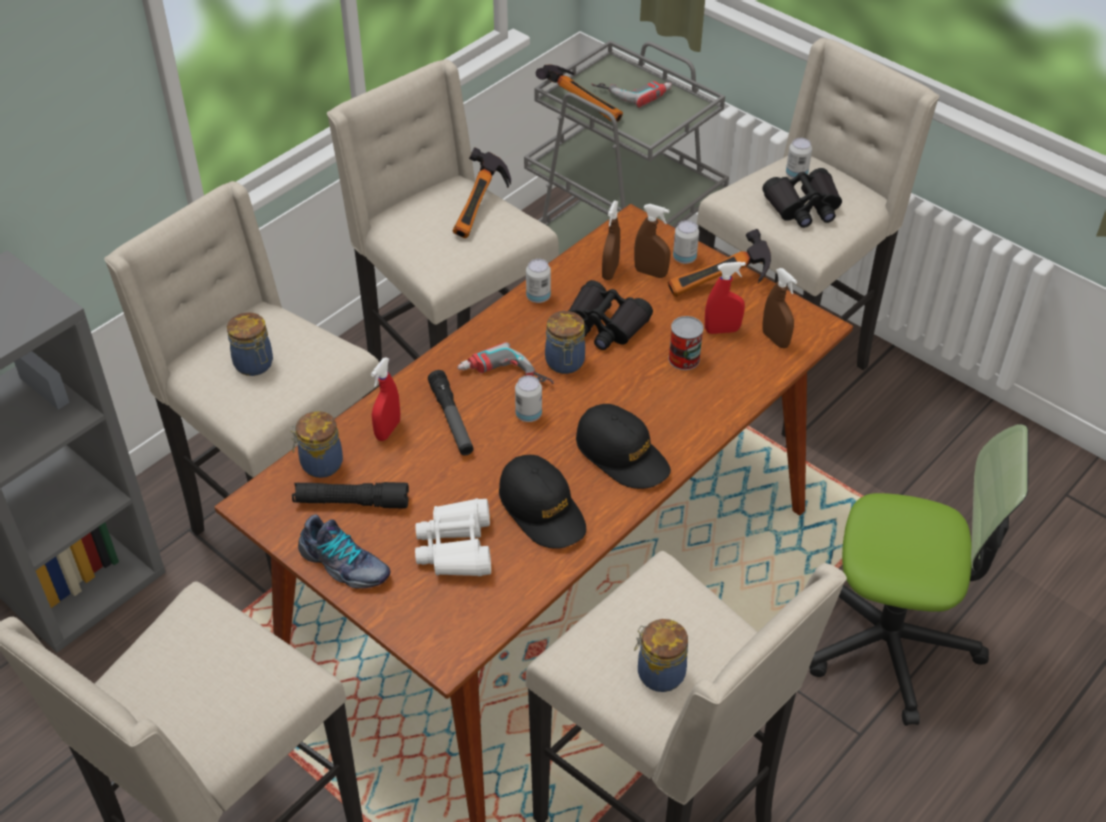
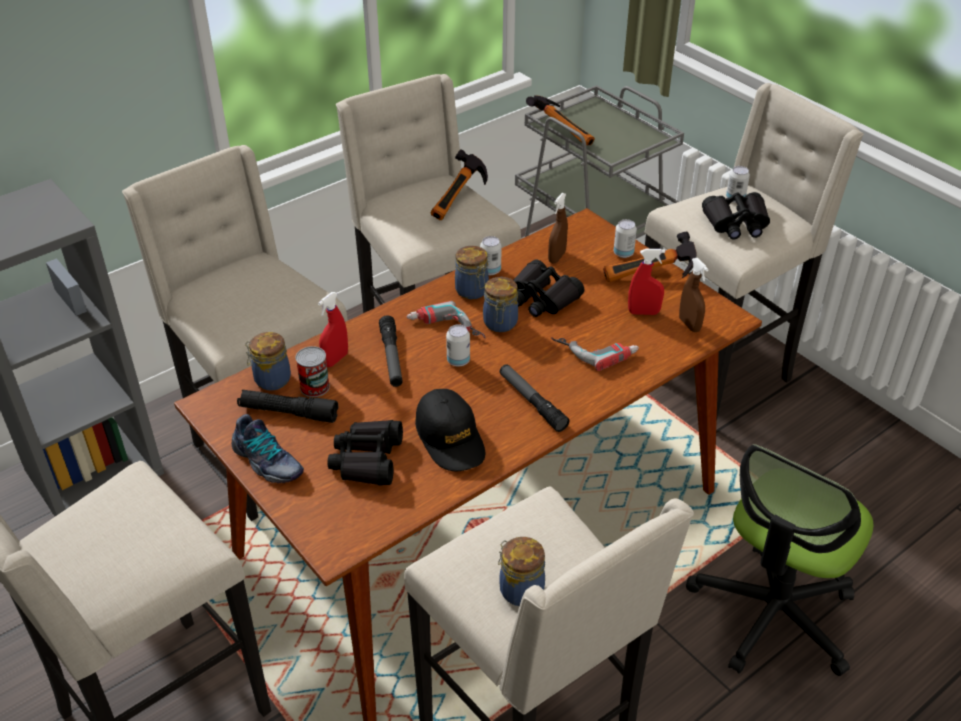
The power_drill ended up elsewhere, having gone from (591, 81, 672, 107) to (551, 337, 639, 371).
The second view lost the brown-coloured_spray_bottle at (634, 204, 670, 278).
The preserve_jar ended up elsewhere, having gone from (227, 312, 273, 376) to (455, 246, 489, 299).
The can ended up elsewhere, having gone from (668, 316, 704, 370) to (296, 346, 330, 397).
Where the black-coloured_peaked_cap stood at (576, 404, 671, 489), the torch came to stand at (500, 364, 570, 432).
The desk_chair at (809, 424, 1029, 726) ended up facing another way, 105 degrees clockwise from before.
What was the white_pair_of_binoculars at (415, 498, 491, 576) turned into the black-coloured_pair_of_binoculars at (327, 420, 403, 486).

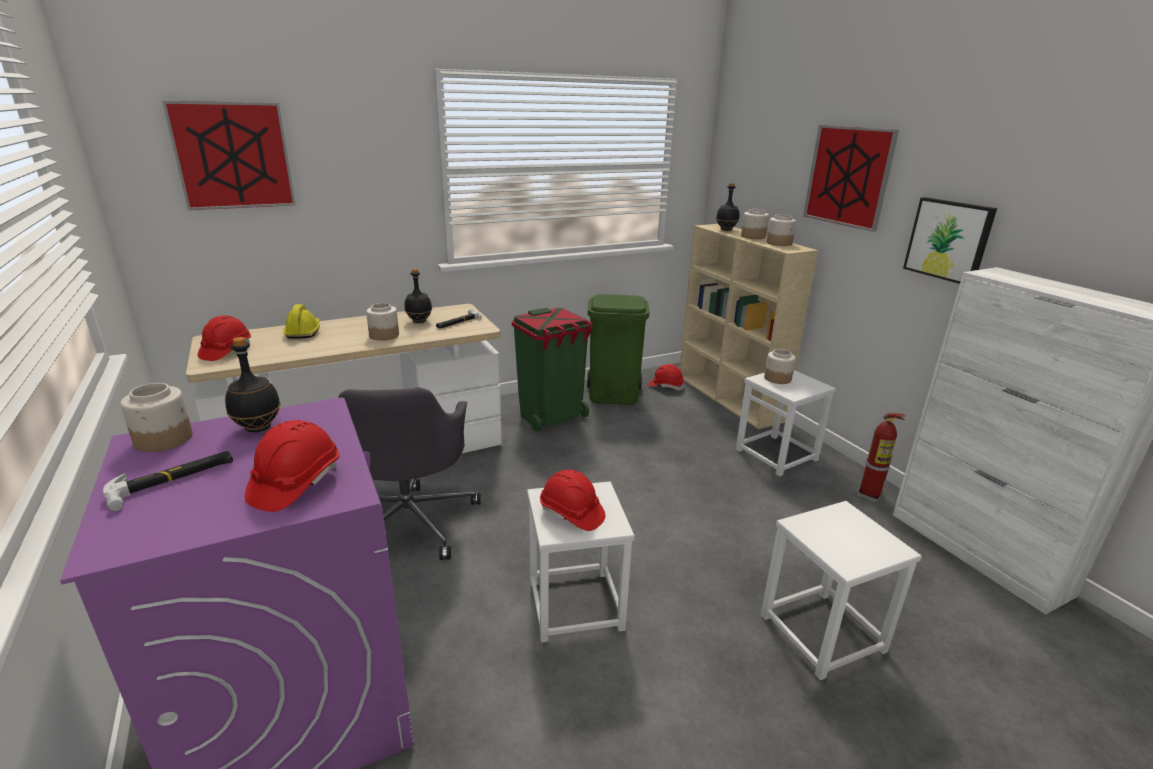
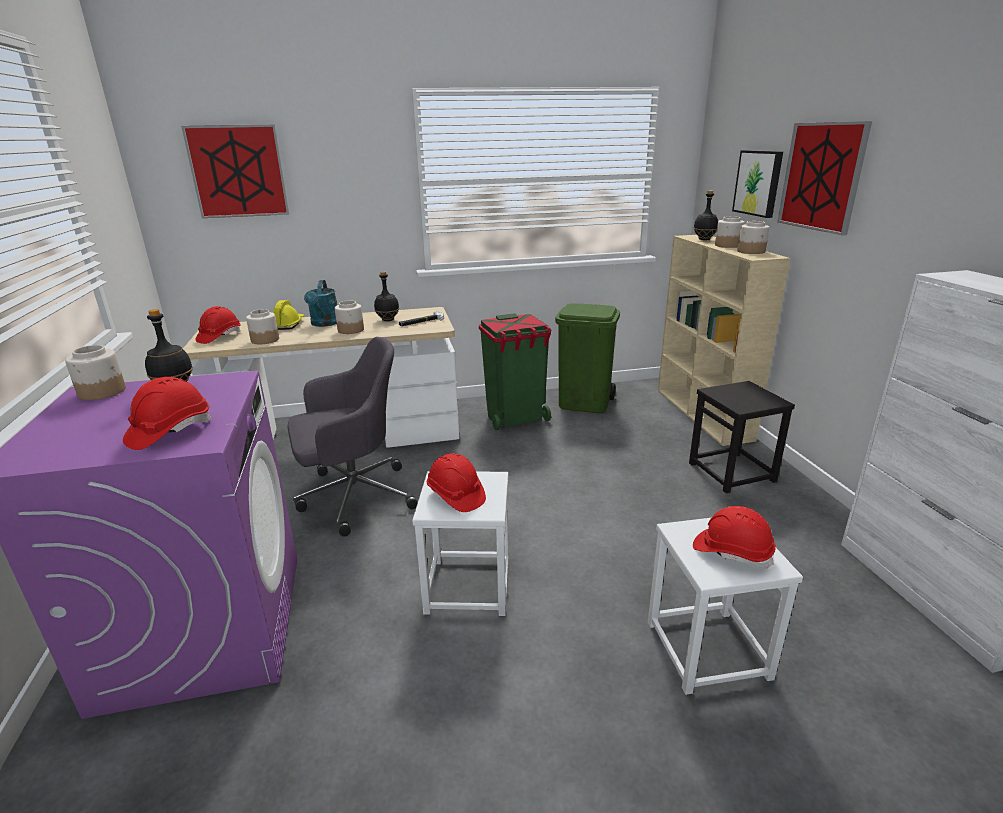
The wall_picture ended up elsewhere, having gone from (903, 197, 997, 284) to (732, 150, 783, 218).
The preserve_jar ended up elsewhere, having gone from (764, 349, 796, 384) to (246, 309, 279, 344).
The reddish_work_helmet ended up elsewhere, having gone from (649, 364, 684, 390) to (693, 506, 775, 569).
What was the white_sitting_stool at (736, 370, 836, 476) turned into the black-coloured_sitting_stool at (689, 381, 795, 493).
The gray_desk_chair at (338, 388, 481, 560) ended up facing another way, 120 degrees counterclockwise from before.
The second view lost the fire_extinguisher at (856, 413, 906, 503).
The second view lost the hammer at (103, 451, 233, 511).
The second view gained the turquoise-coloured_watering_can at (304, 280, 337, 327).

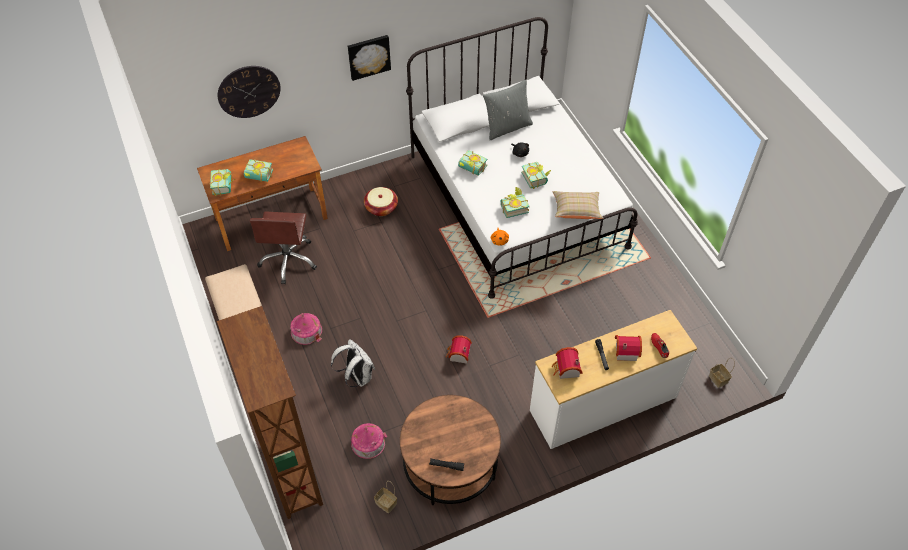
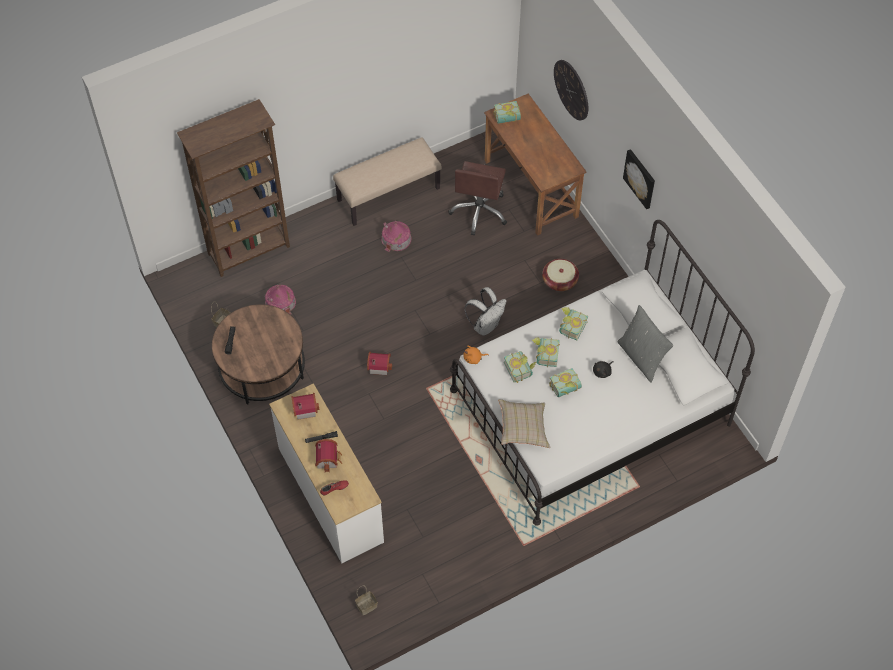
The bound_book ended up elsewhere, having gone from (244, 159, 273, 182) to (532, 337, 560, 367).
The brown-coloured_desk_chair at (250, 211, 317, 284) ended up facing another way, 75 degrees counterclockwise from before.
The white_backpack ended up elsewhere, having gone from (331, 339, 375, 387) to (464, 287, 507, 336).

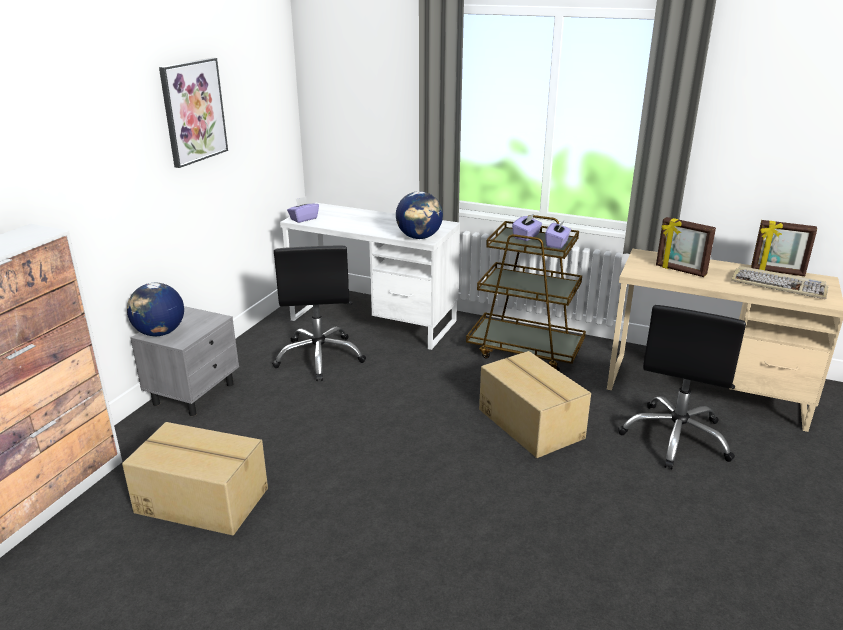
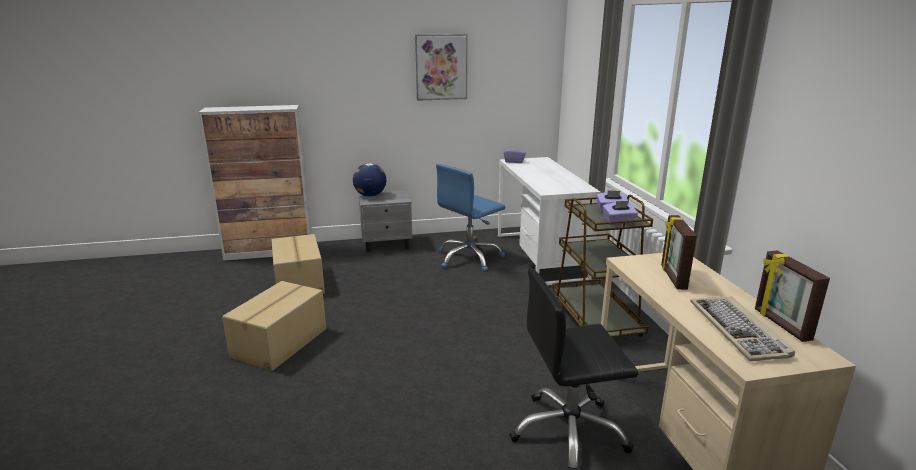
The second view lost the desk_globe at (396, 191, 443, 239).
What was the black-coloured_desk_chair at (272, 246, 366, 381) turned into the blue-coloured_desk_chair at (436, 163, 505, 272).
The cardboard_box ended up elsewhere, having gone from (479, 351, 591, 458) to (222, 281, 326, 371).

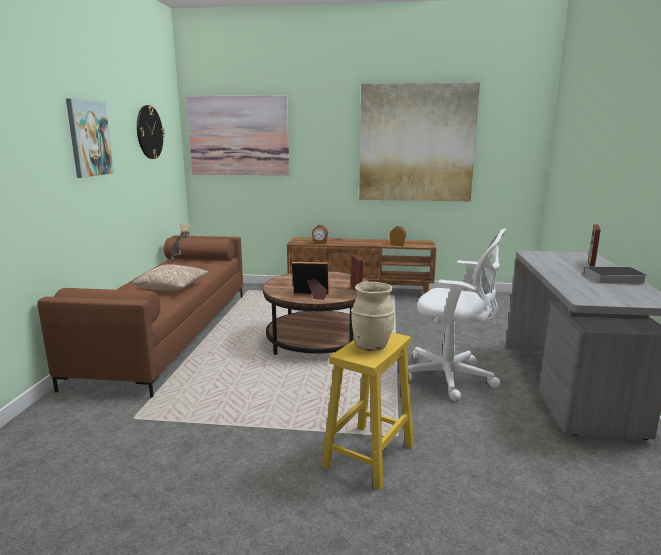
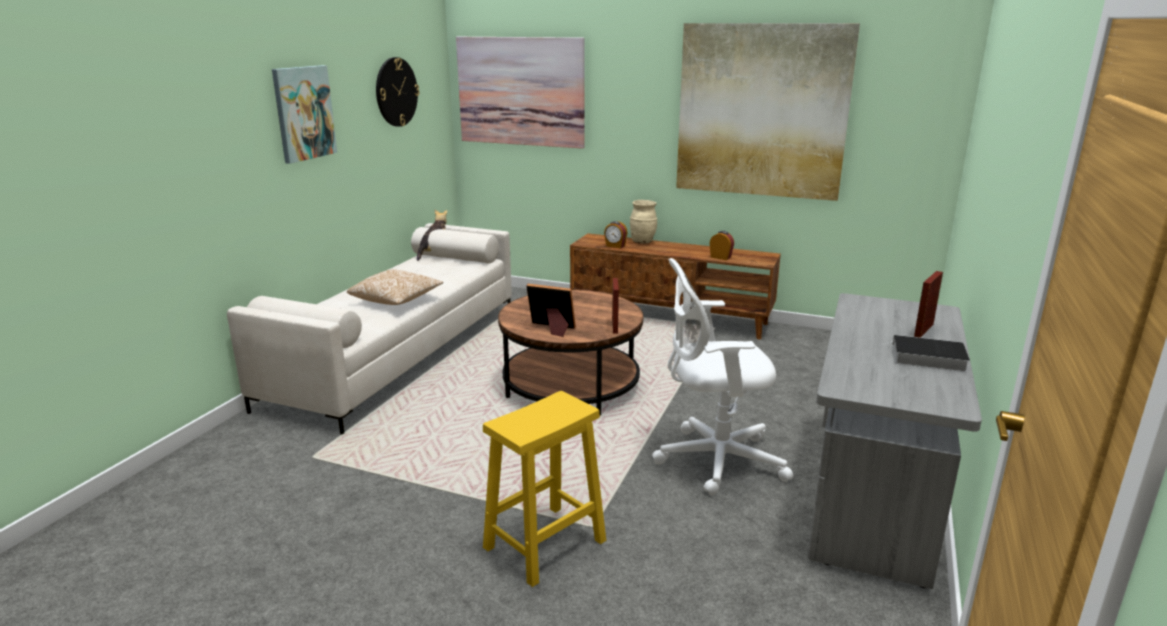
The white_desk_chair at (408, 228, 507, 401) ended up facing another way, 135 degrees clockwise from before.
What was the brown-coloured_couch at (37, 235, 243, 398) turned into the white_couch at (227, 223, 512, 435).
The beige_decorative_vase ended up elsewhere, having gone from (351, 282, 394, 351) to (630, 200, 657, 244).

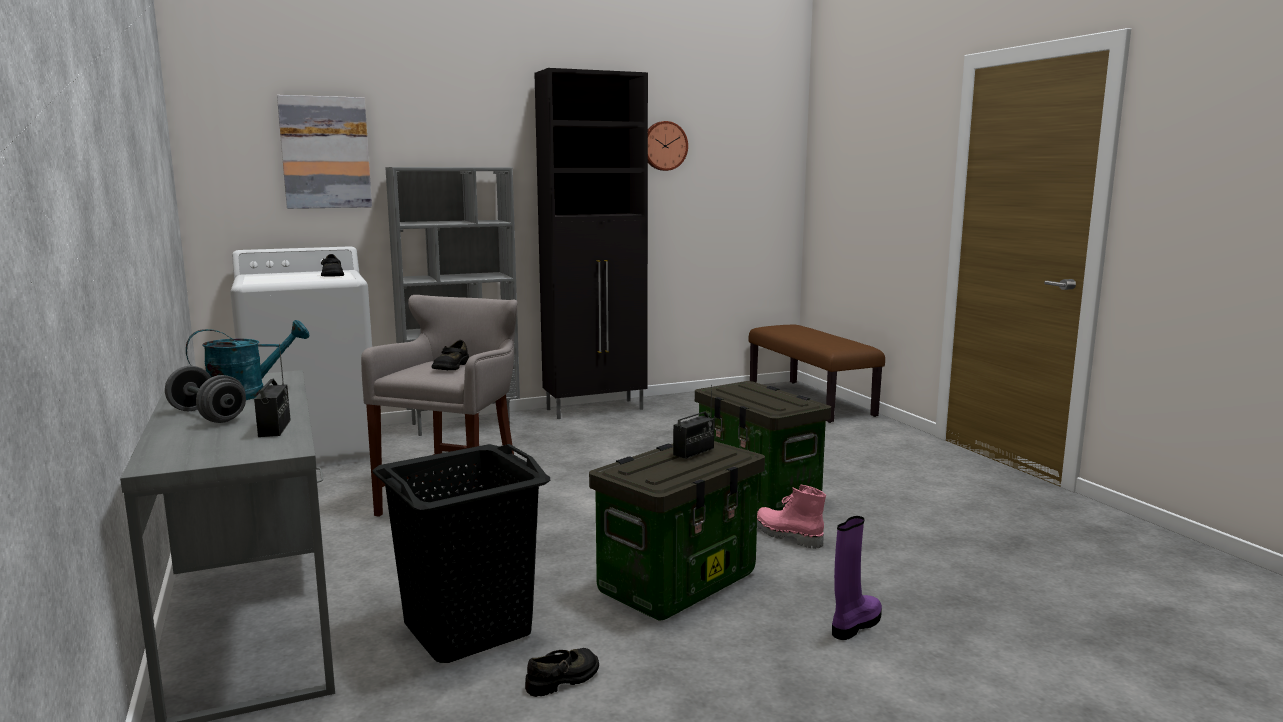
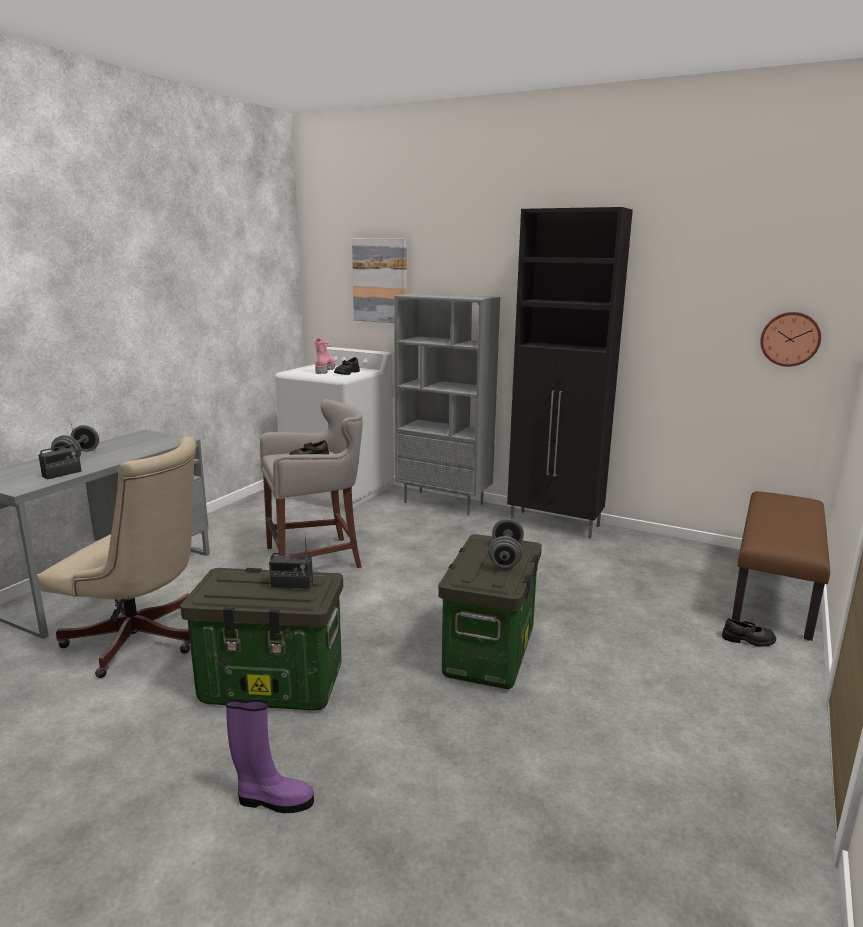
The wall_clock ended up elsewhere, having gone from (648, 121, 688, 171) to (760, 312, 821, 367).
The second view lost the turquoise-coloured_watering_can at (186, 320, 309, 400).
Where the black-coloured_washing_basket stood at (373, 444, 550, 663), the beige_desk_chair came to stand at (37, 437, 197, 678).
The pinkish_boot ended up elsewhere, having gone from (757, 485, 826, 549) to (314, 338, 335, 374).
The black-coloured_shoe ended up elsewhere, having gone from (525, 648, 599, 697) to (722, 618, 776, 647).
The second view gained the gray_hand_weight at (488, 518, 524, 568).

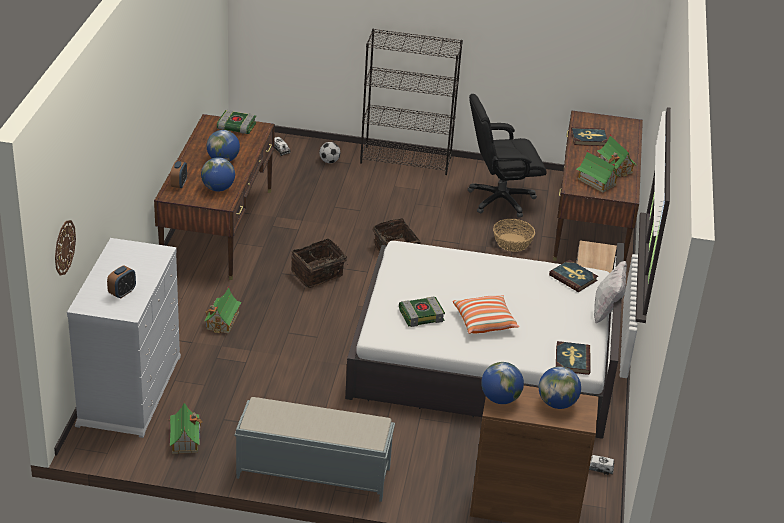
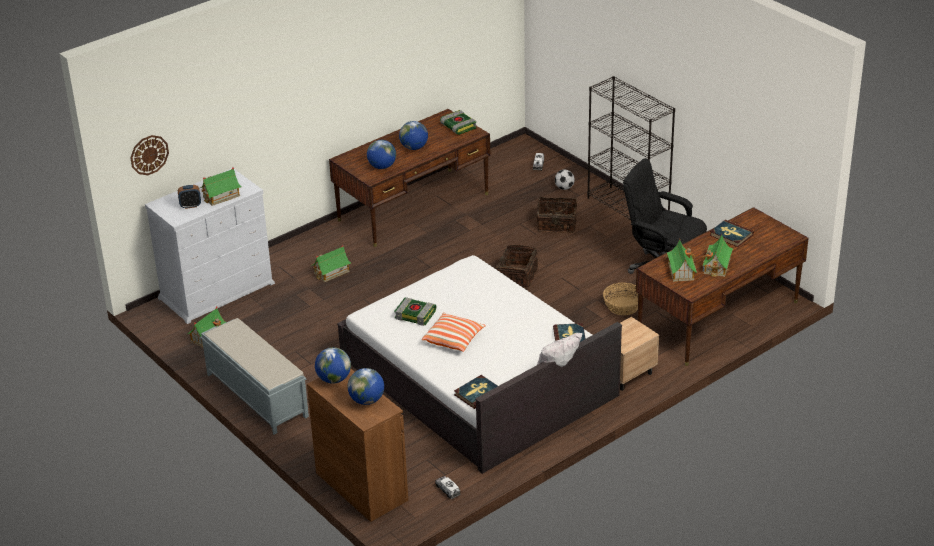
The second view lost the bedside_clock at (170, 161, 187, 189).
The storage_basket ended up elsewhere, having gone from (291, 238, 349, 288) to (537, 197, 577, 233).
The second view gained the miniature_house at (200, 168, 242, 206).

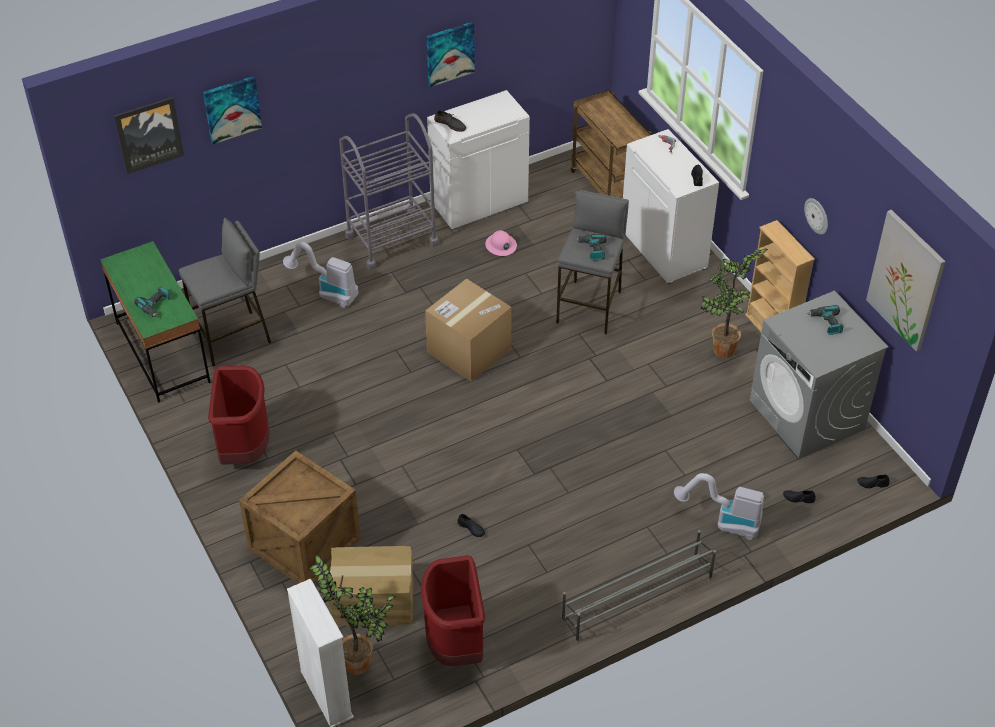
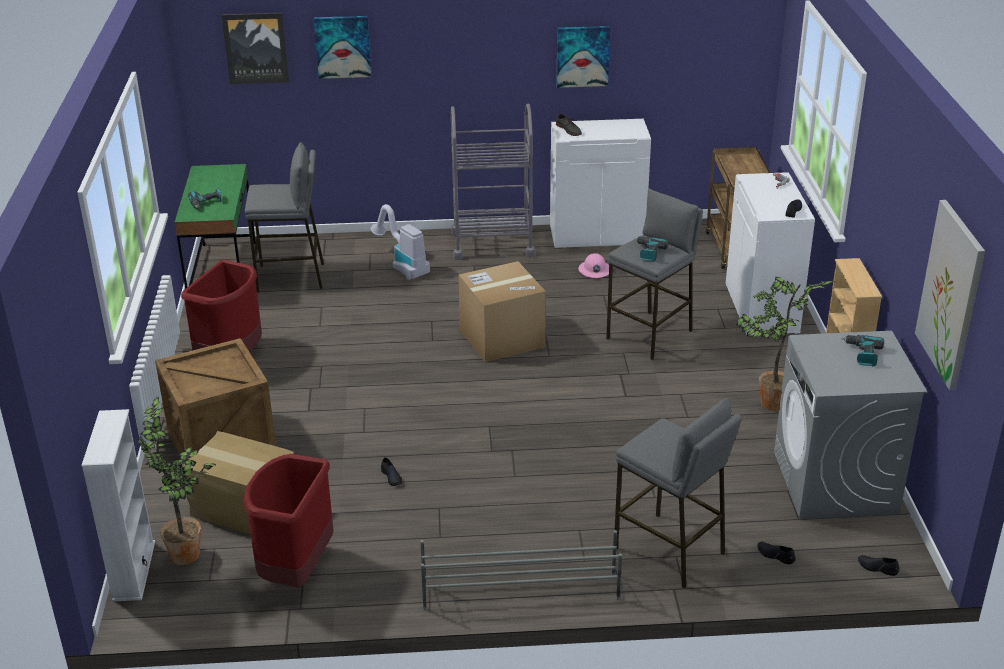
The second view lost the wall_clock at (804, 198, 828, 235).
Where the hoover stood at (674, 473, 764, 540), the gray_sitting_stool came to stand at (615, 398, 742, 588).

